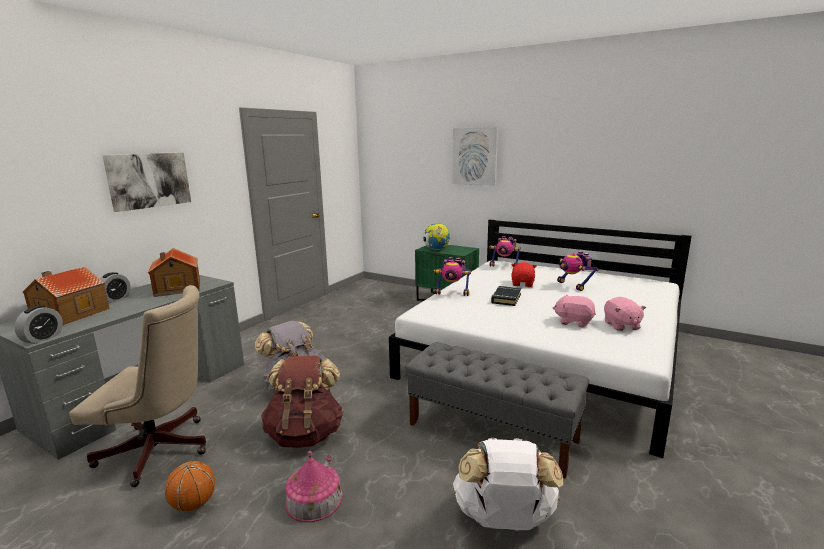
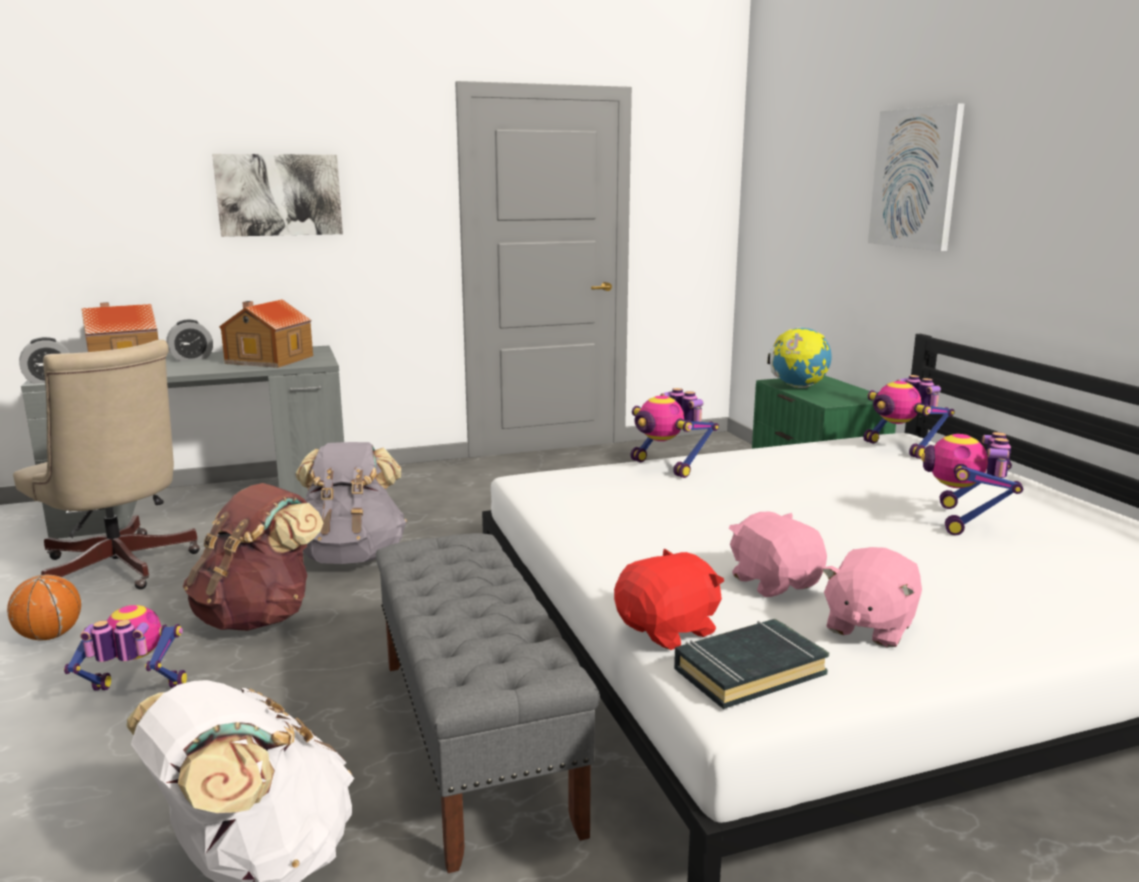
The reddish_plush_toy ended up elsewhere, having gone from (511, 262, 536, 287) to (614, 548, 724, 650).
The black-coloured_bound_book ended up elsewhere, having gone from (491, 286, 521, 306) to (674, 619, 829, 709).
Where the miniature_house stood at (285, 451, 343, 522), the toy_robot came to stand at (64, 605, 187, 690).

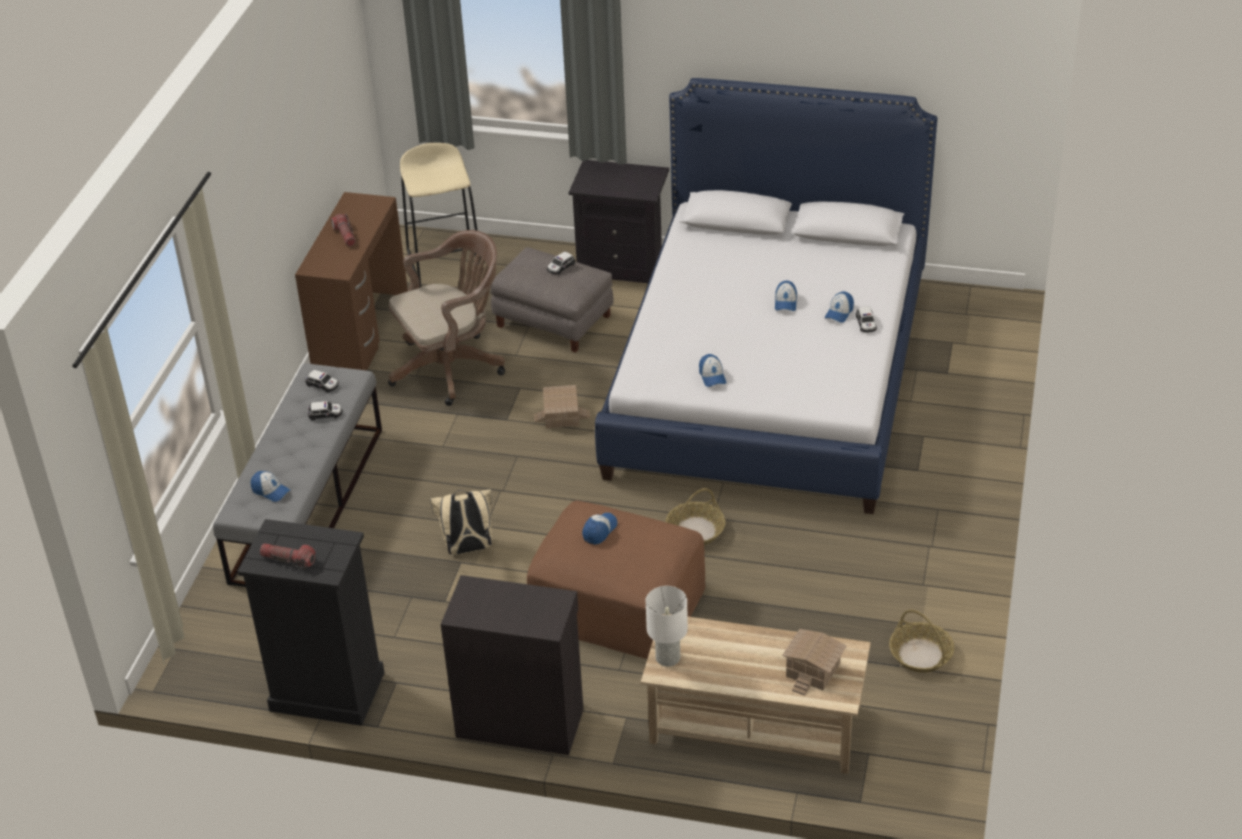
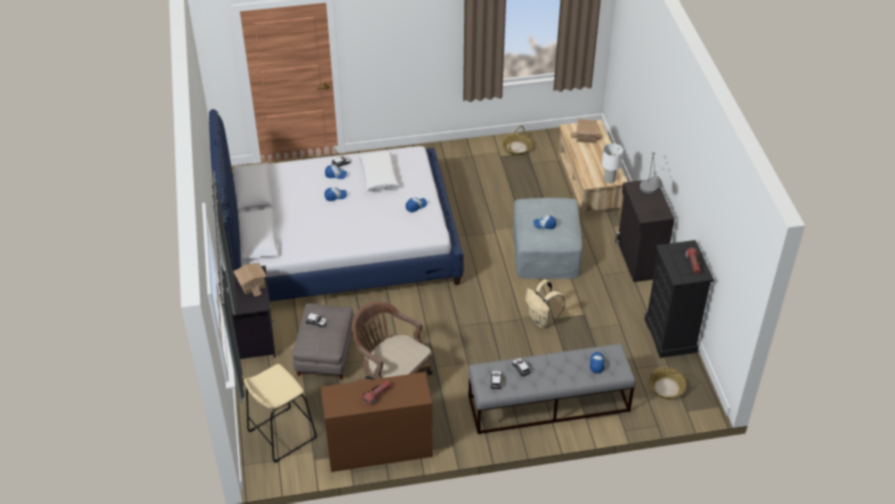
The miniature_house ended up elsewhere, having gone from (534, 385, 590, 428) to (233, 263, 267, 297).
The storage_basket ended up elsewhere, having gone from (665, 488, 725, 545) to (649, 367, 687, 399).
What was the brown-coloured_footrest at (527, 501, 705, 659) turned into the gray_footrest at (513, 198, 582, 279).
The second view gained the white_pillow at (359, 151, 399, 191).
The second view gained the gray_tabletop_lamp at (640, 153, 663, 194).

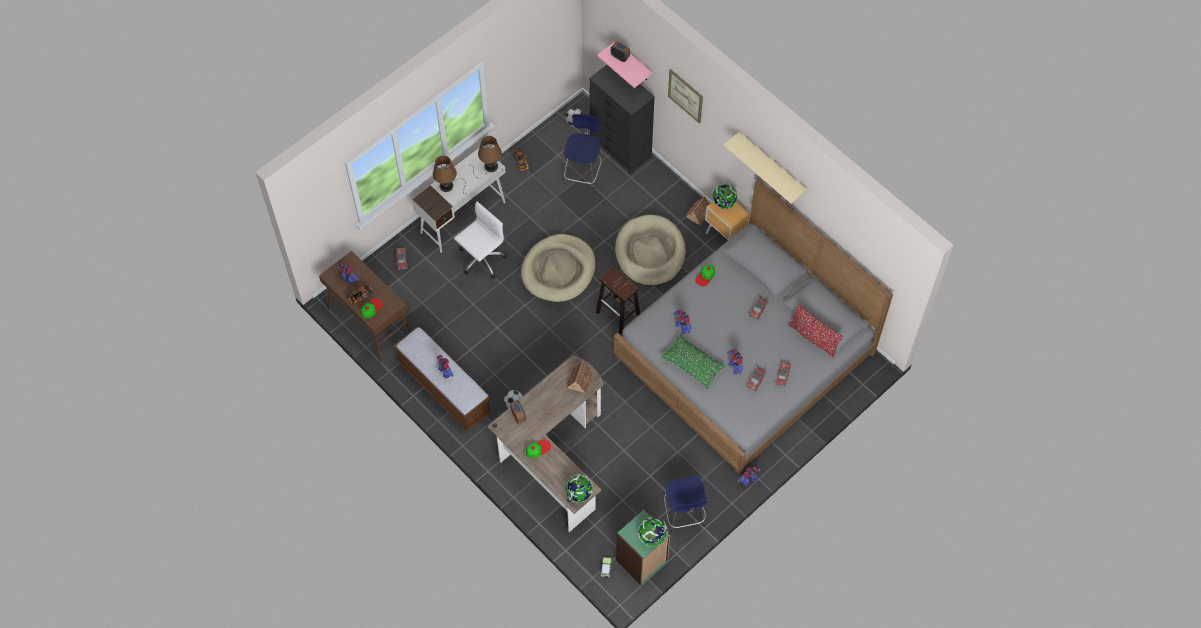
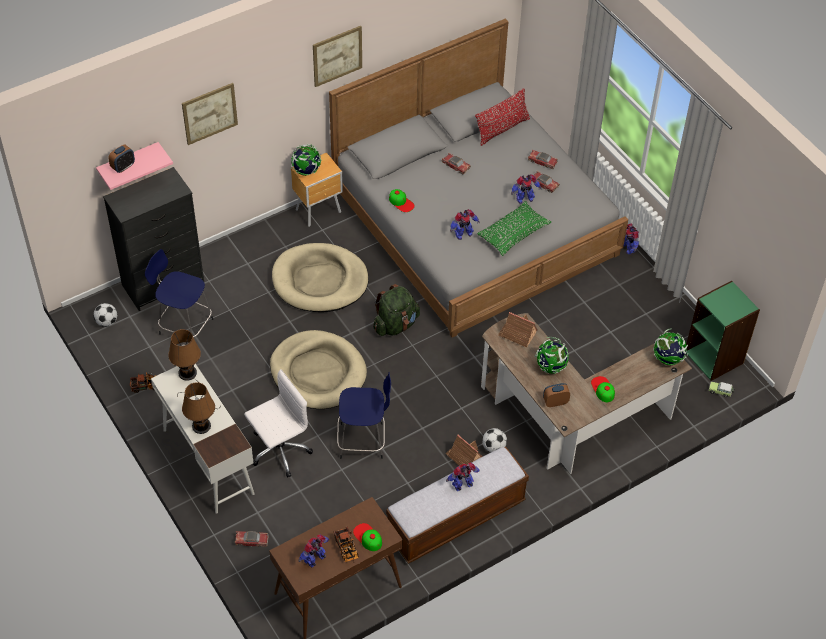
Where the beige_wall_shelf hung at (724, 132, 807, 204), the wall_picture came to hang at (313, 26, 362, 87).
The miniature_house ended up elsewhere, having gone from (685, 196, 709, 225) to (445, 435, 483, 466).
The white_desk_chair at (454, 201, 507, 279) ended up facing another way, 90 degrees clockwise from before.
Where the brown-coloured_sitting_stool stood at (596, 266, 640, 334), the green_backpack came to stand at (373, 284, 420, 336).
The blue-coloured_sitting_stool ended up elsewhere, having gone from (663, 476, 708, 532) to (337, 372, 391, 459).
The desk_globe ended up elsewhere, having gone from (638, 517, 668, 547) to (535, 337, 569, 374).

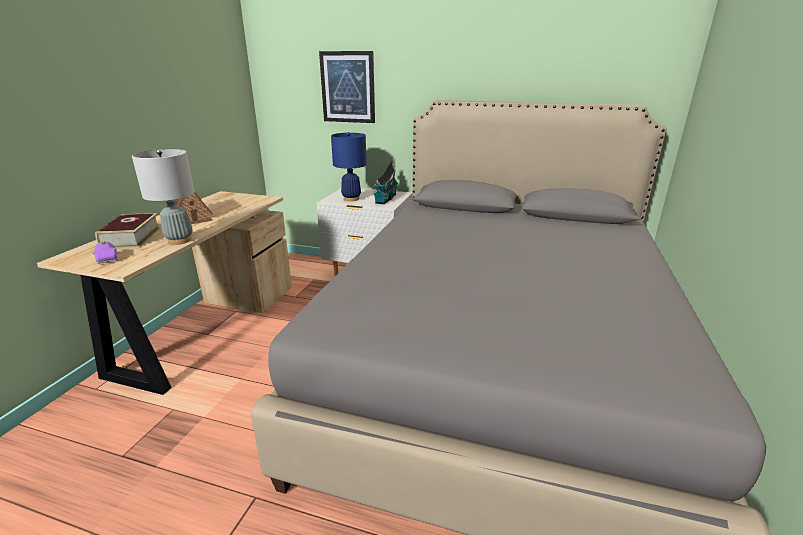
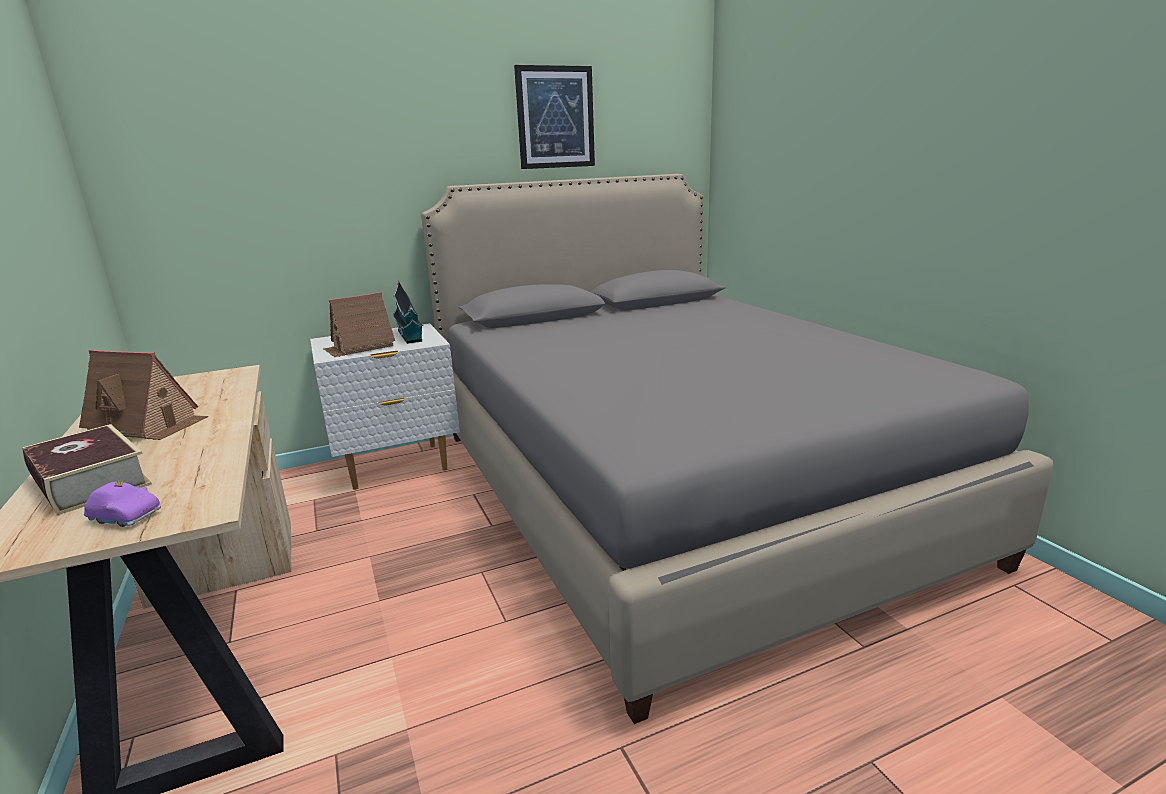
The wall_picture ended up elsewhere, having gone from (319, 51, 375, 123) to (514, 65, 595, 169).
Where the blue-coloured_tabletop_lamp stood at (331, 132, 367, 201), the miniature_house came to stand at (324, 292, 395, 357).
The second view lost the gray_tabletop_lamp at (132, 149, 195, 245).

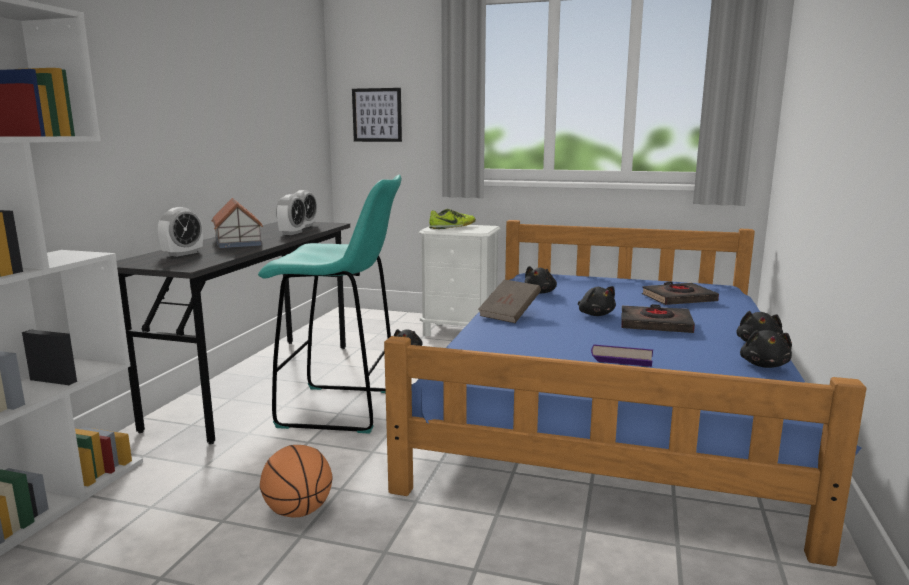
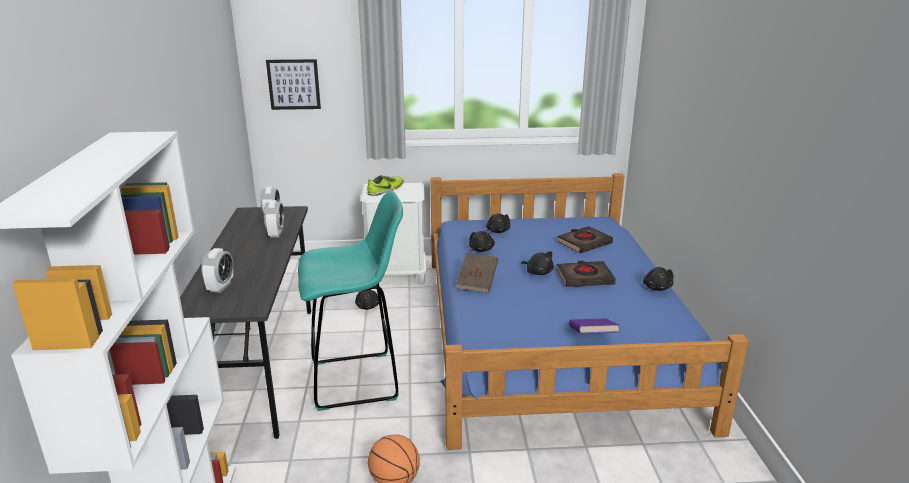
The second view lost the miniature_house at (211, 198, 263, 248).
The black-coloured_plush_toy ended up elsewhere, having gone from (740, 330, 792, 368) to (486, 213, 510, 233).

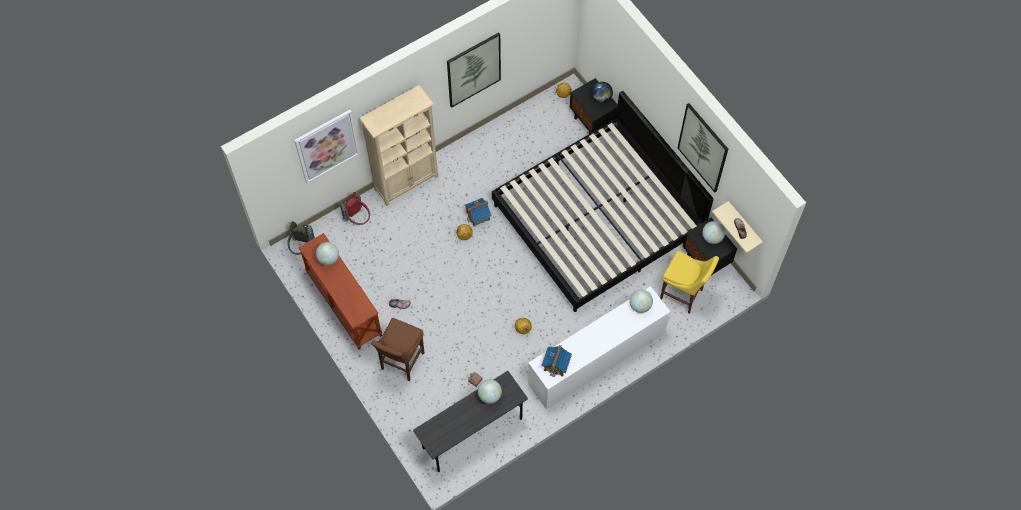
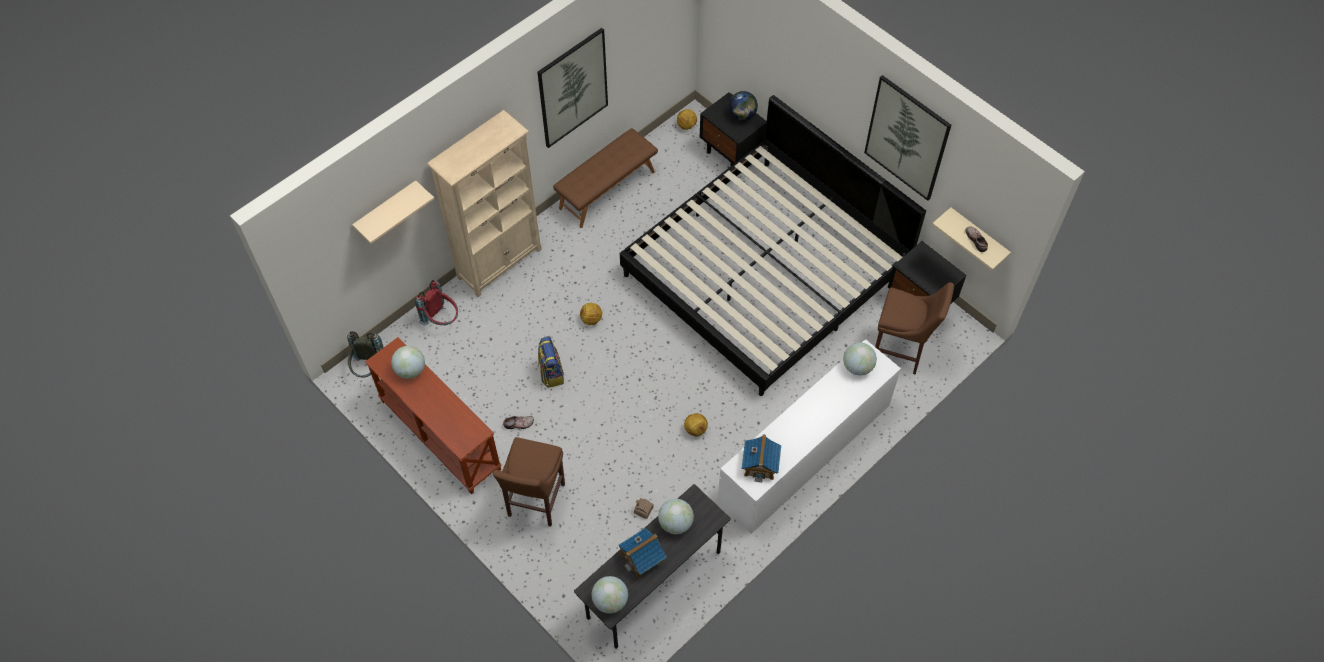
Where the wall_picture hung at (294, 110, 360, 184), the beige_wall_shelf came to hang at (352, 180, 434, 244).
The miniature_house ended up elsewhere, having gone from (465, 198, 492, 227) to (619, 528, 666, 578).
The desk_globe ended up elsewhere, having gone from (702, 221, 725, 244) to (591, 576, 628, 614).
What was the yellow_sitting_stool at (660, 250, 719, 314) turned into the brown-coloured_sitting_stool at (875, 282, 954, 375).
The second view gained the brown-coloured_bench at (553, 128, 658, 228).
The second view gained the backpack at (538, 336, 564, 388).

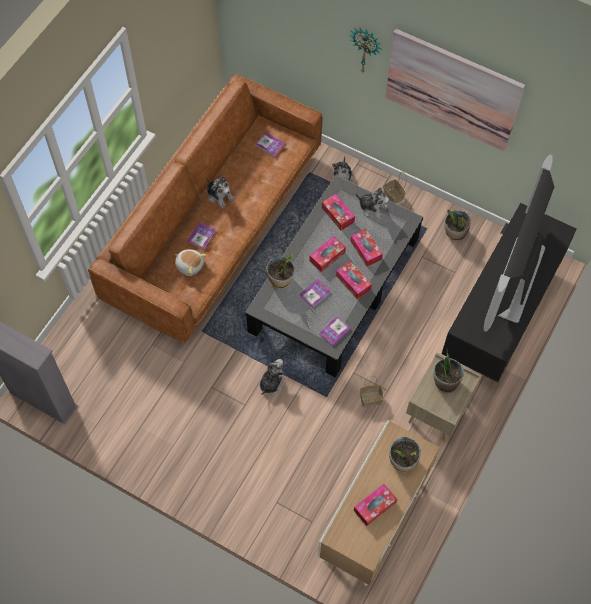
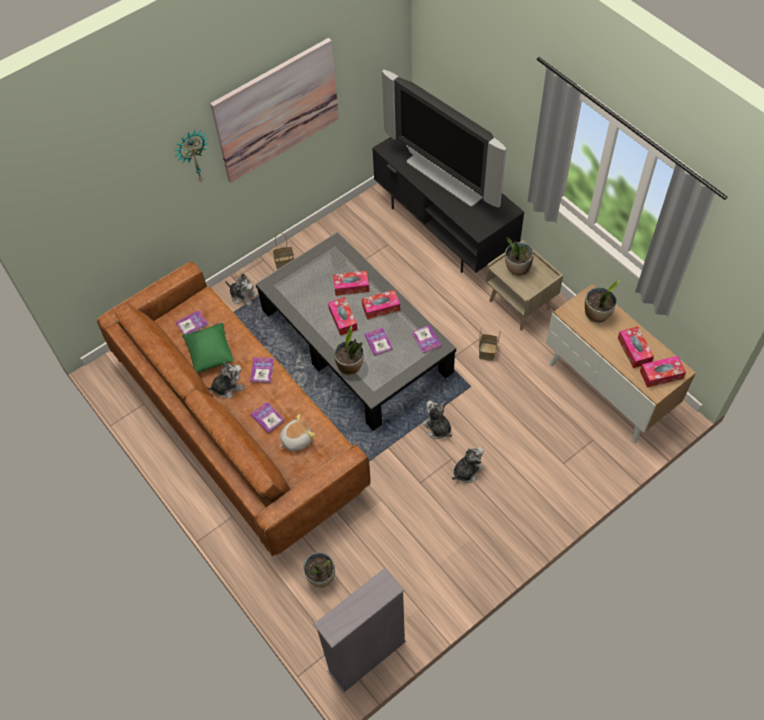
The plush_toy ended up elsewhere, having gone from (356, 188, 389, 219) to (452, 447, 484, 483).
The box_of_tissues ended up elsewhere, having gone from (322, 194, 355, 230) to (640, 356, 686, 387).
The plant_in_a_pot ended up elsewhere, having gone from (445, 210, 471, 241) to (303, 552, 335, 588).
The second view gained the green_pillow at (182, 322, 234, 373).
The second view gained the bound_book at (250, 357, 274, 383).

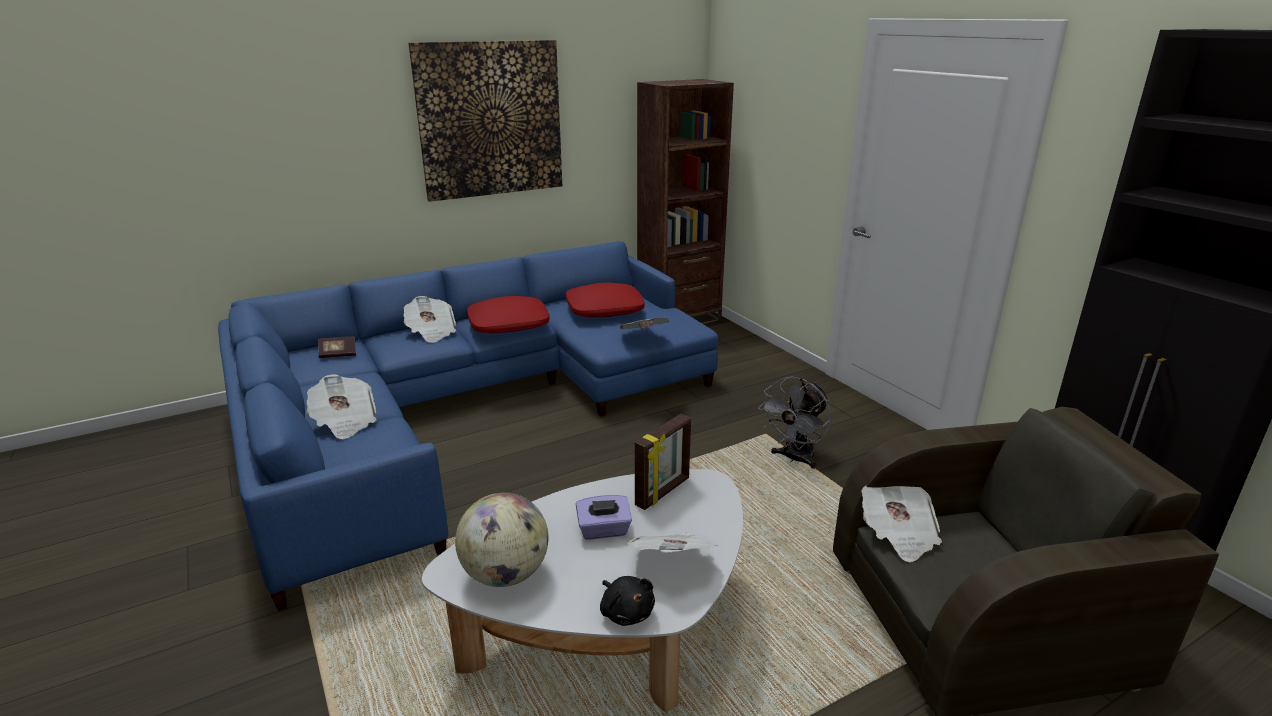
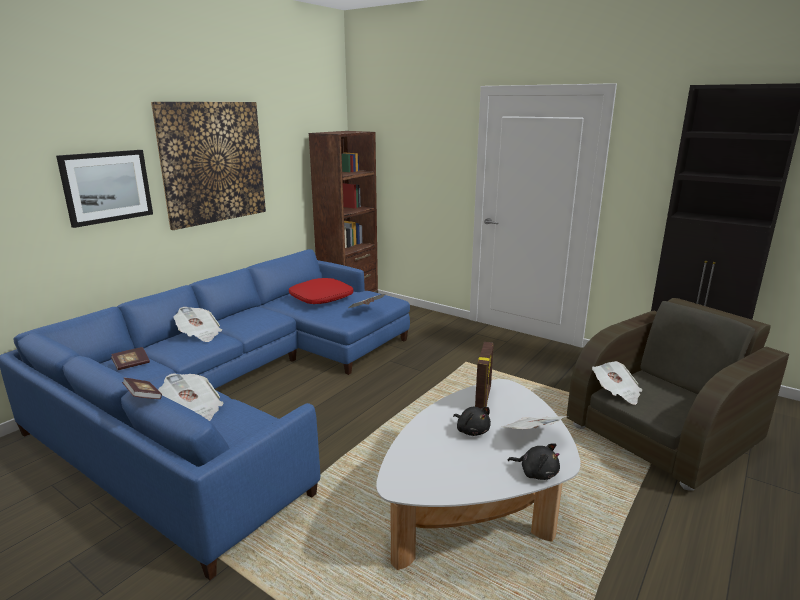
The second view lost the reddish_pillow at (467, 296, 550, 333).
The second view lost the gray_fan at (758, 377, 831, 469).
The second view lost the desk_globe at (455, 493, 548, 587).
Where the purple_box_of_tissues stood at (576, 495, 632, 539), the black-coloured_plush_toy came to stand at (453, 407, 491, 436).
The second view gained the wall_picture at (56, 150, 153, 228).
The second view gained the bound_book at (122, 378, 162, 399).

